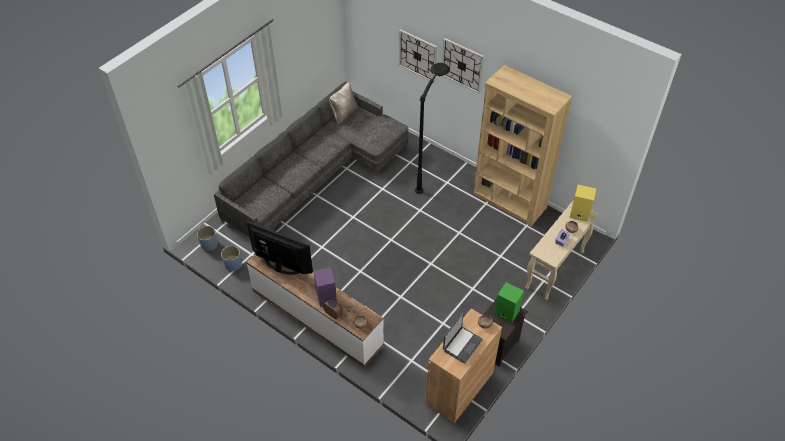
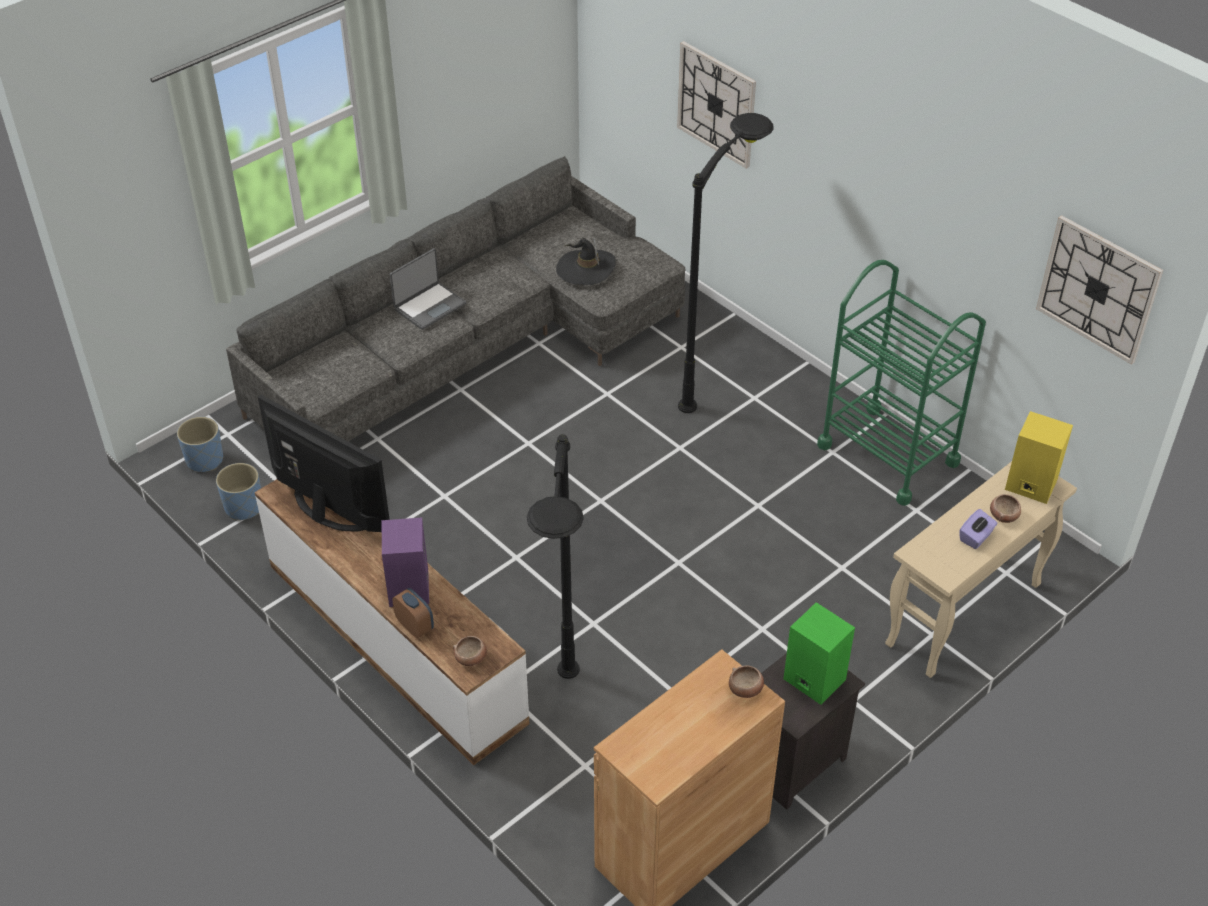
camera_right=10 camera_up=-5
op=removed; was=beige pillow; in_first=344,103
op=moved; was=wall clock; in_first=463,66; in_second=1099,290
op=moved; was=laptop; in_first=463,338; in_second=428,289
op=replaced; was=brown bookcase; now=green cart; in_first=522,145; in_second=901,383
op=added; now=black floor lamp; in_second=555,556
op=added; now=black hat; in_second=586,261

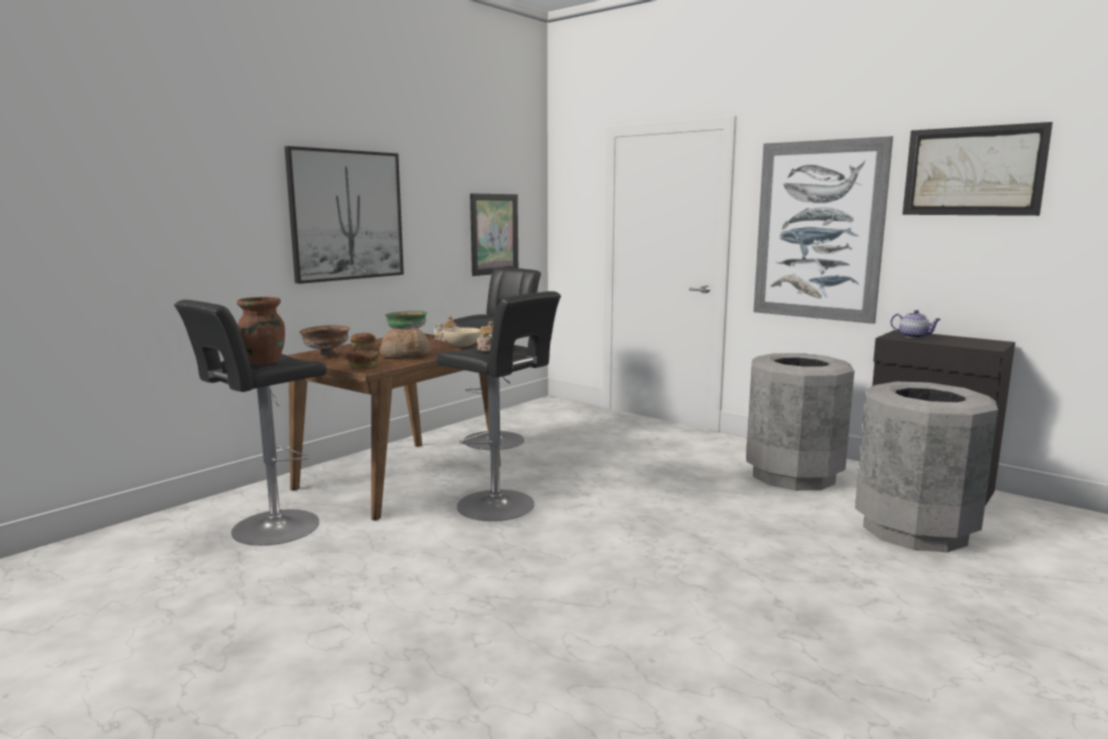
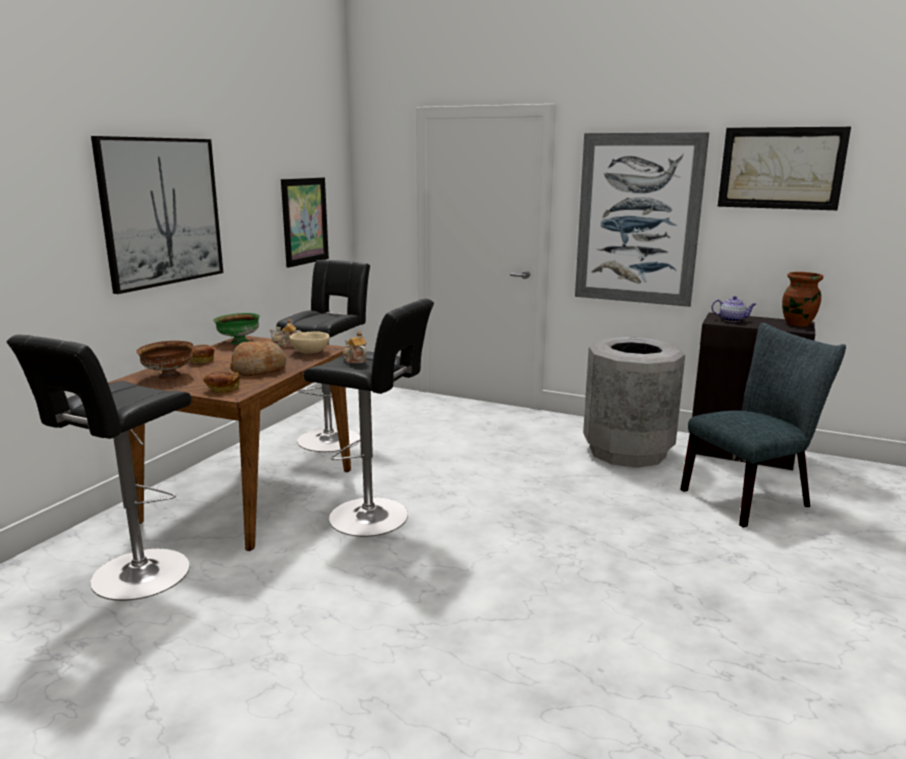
camera_right=-15 camera_up=5
op=moved; was=brown vase; in_first=261,331; in_second=802,299
op=replaced; was=grey trash can; now=grey chair; in_first=926,467; in_second=763,425

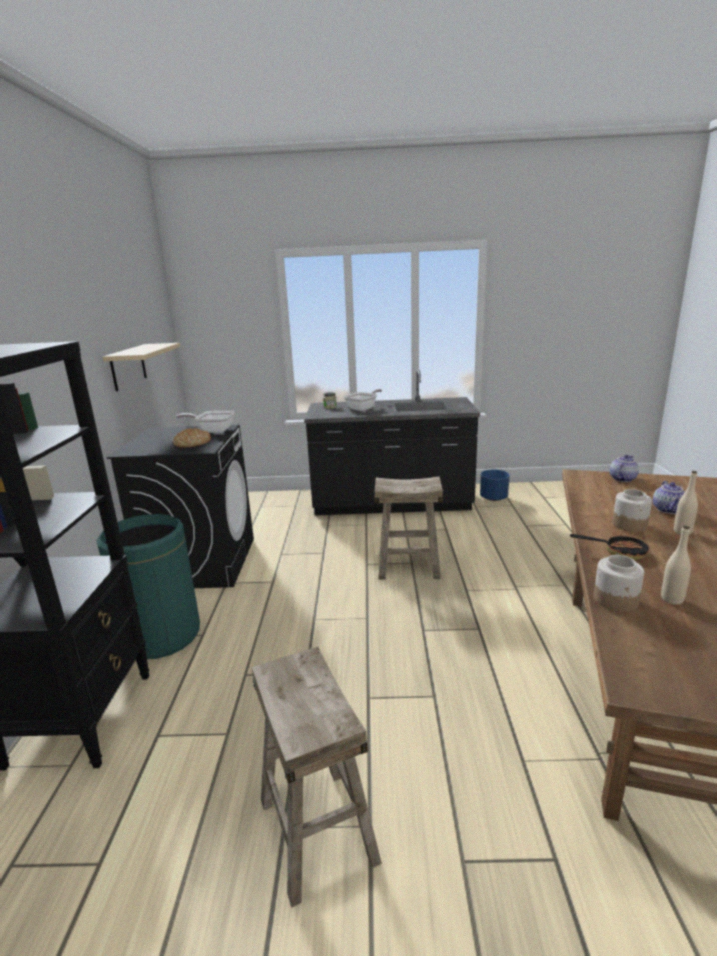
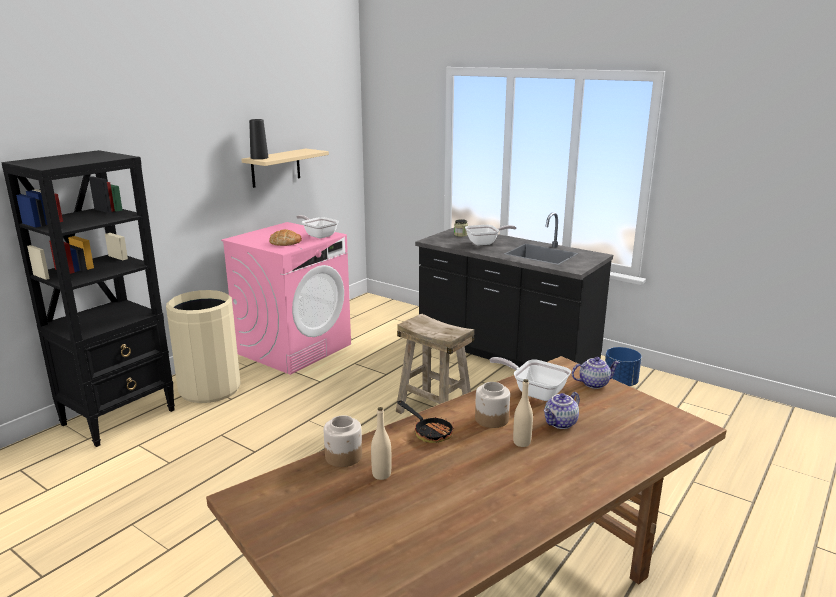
camera_right=35 camera_up=0
op=recoloured; was=green trash can; now=beige trash can; in_first=148,586; in_second=203,346
op=recoloured; was=black washing machine; now=pink washing machine; in_first=180,506; in_second=286,298
op=removed; was=beige stool; in_first=317,777
op=added; now=black vase; in_second=259,139
op=added; now=frying pan; in_second=530,379

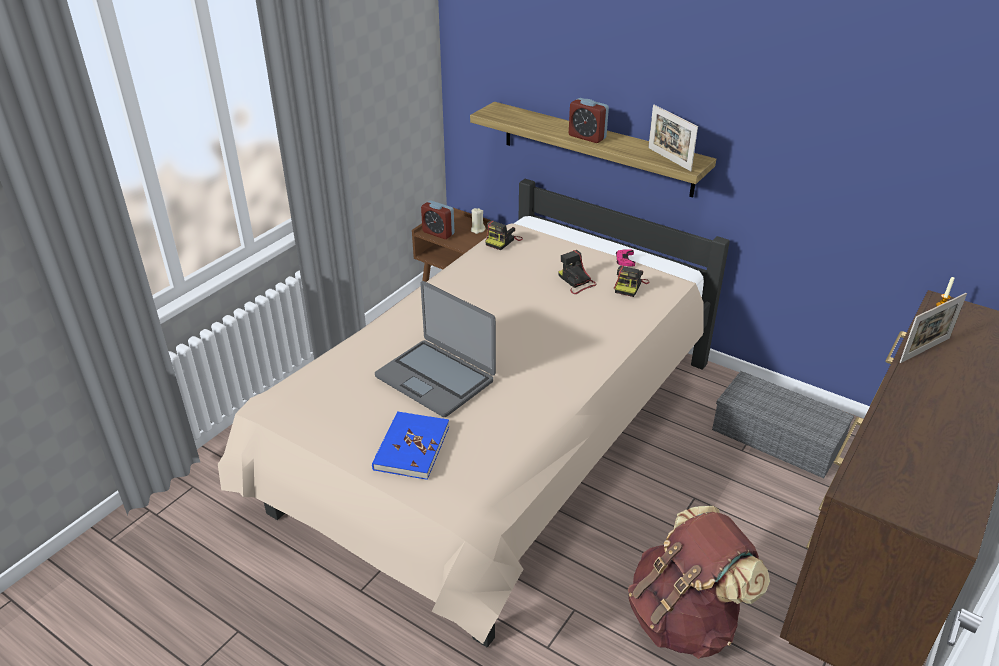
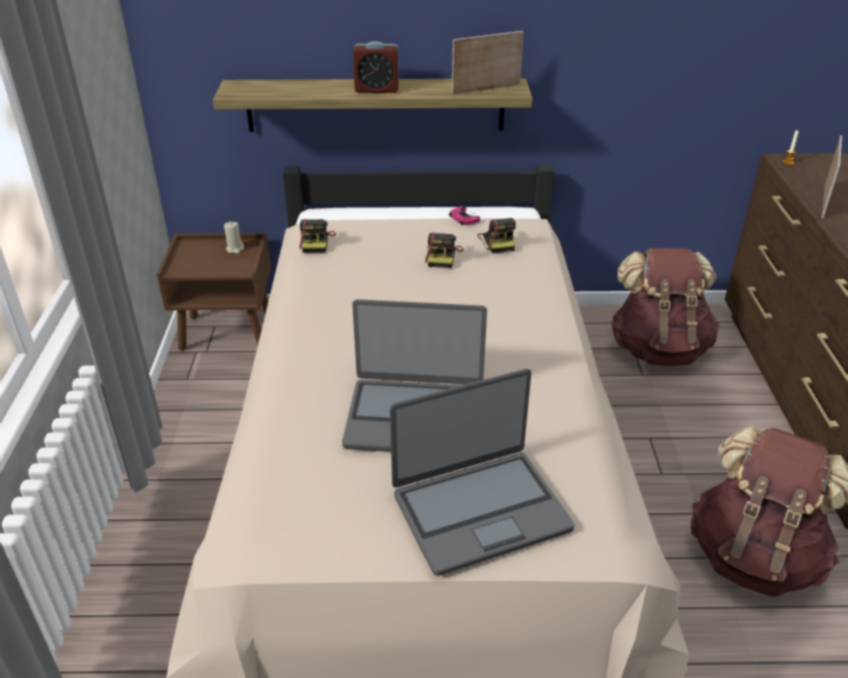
camera_right=-35 camera_up=0
op=replaced; was=blue book; now=laptop; in_first=410,445; in_second=482,472
op=removed; was=alarm clock; in_first=437,219
op=turned; was=photo camera; in_first=577,272; in_second=444,250; clockwise=-105
op=turned; was=picture frame; in_first=673,138; in_second=488,63; clockwise=135
op=replaced; was=grey storage box; now=brown backpack; in_first=783,424; in_second=665,307

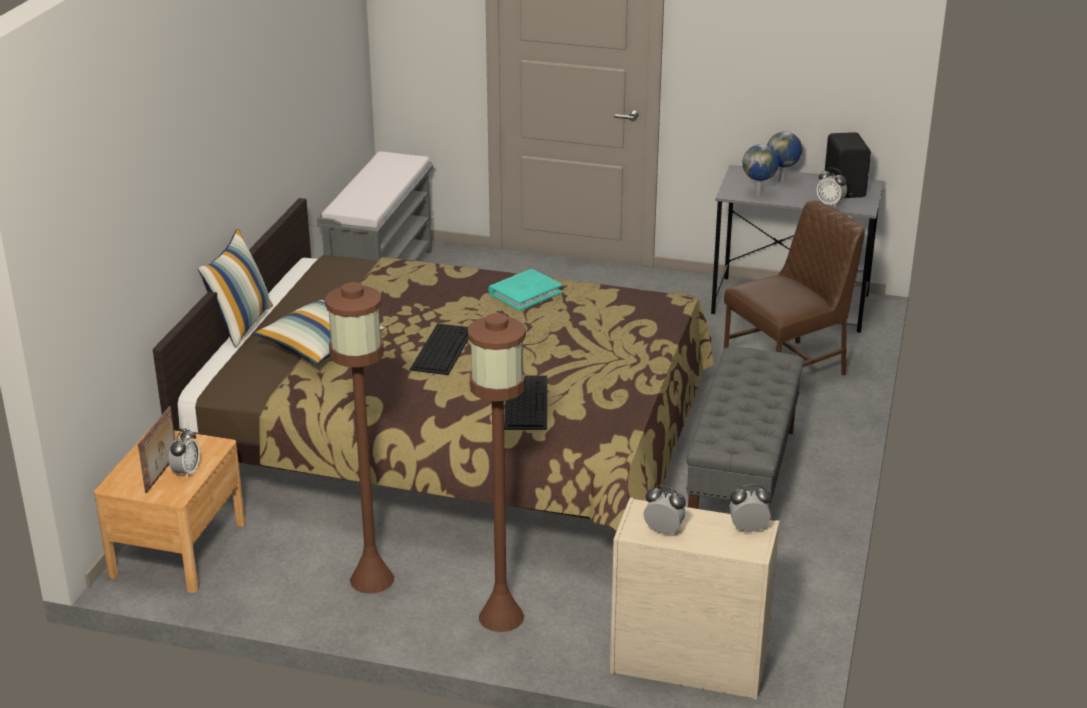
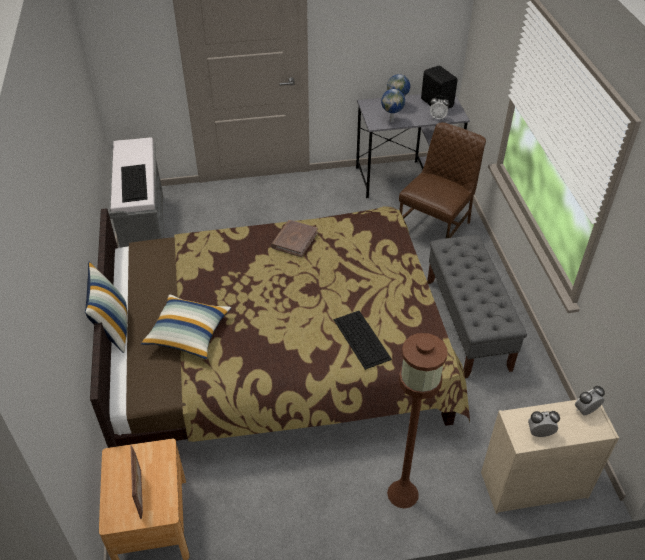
camera_right=-25 camera_up=15
op=removed; was=alarm clock; in_first=184,453
op=removed; was=brown floor lamp; in_first=359,438
op=moved; was=keyboard; in_first=439,349; in_second=134,183
op=recoloured; was=turquoise book; now=brown book; in_first=525,290; in_second=294,238

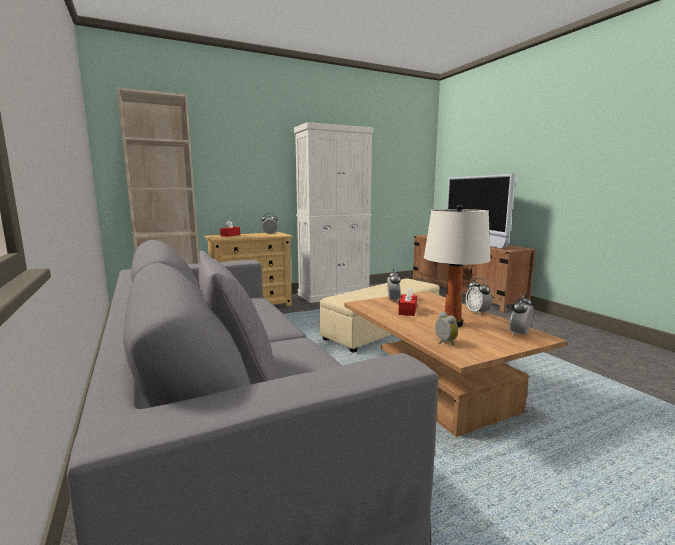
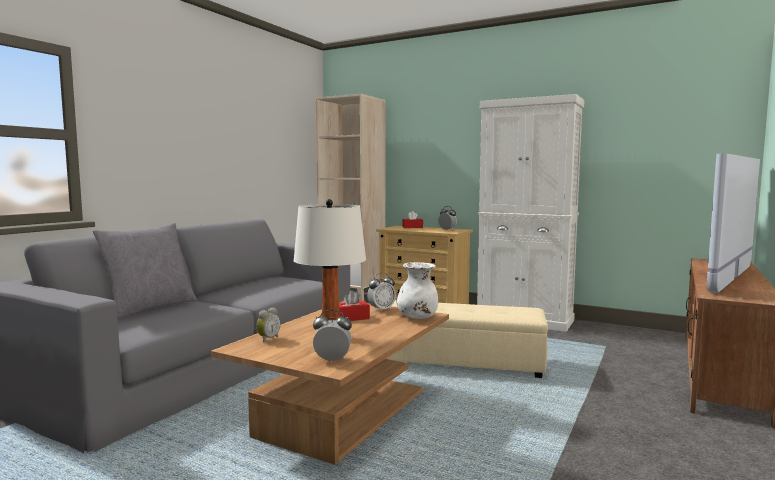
camera_right=55 camera_up=-5
op=removed; was=alarm clock; in_first=478,296
op=added; now=white vase; in_second=417,290

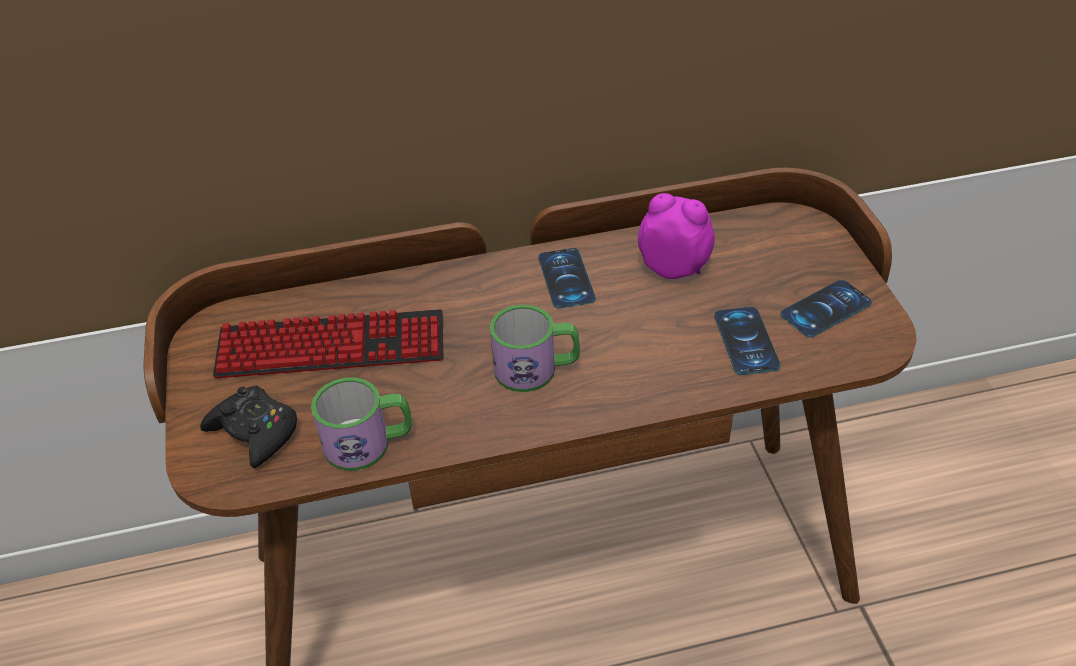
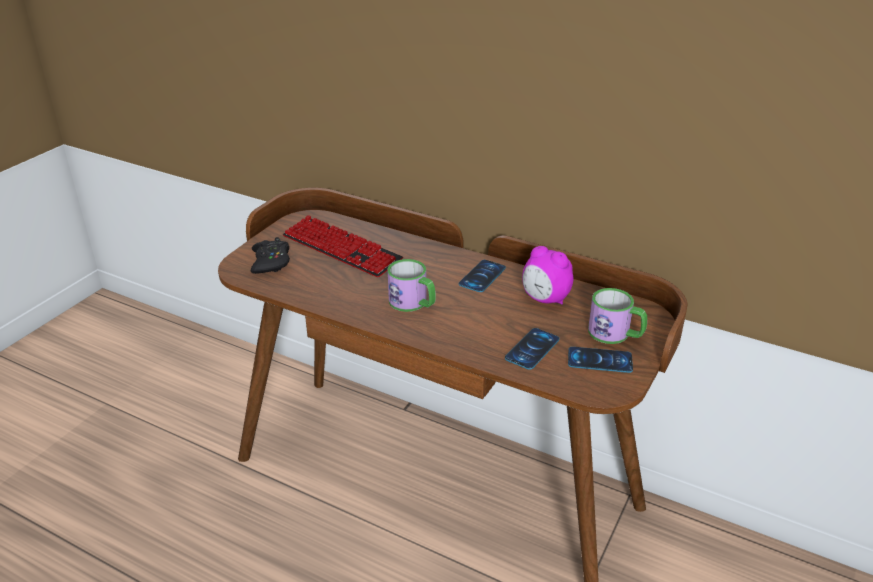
camera_right=40 camera_up=-10
op=moved; was=mug; in_first=361,424; in_second=617,316
op=turned; was=alarm clock; in_first=676,236; in_second=547,275; clockwise=150

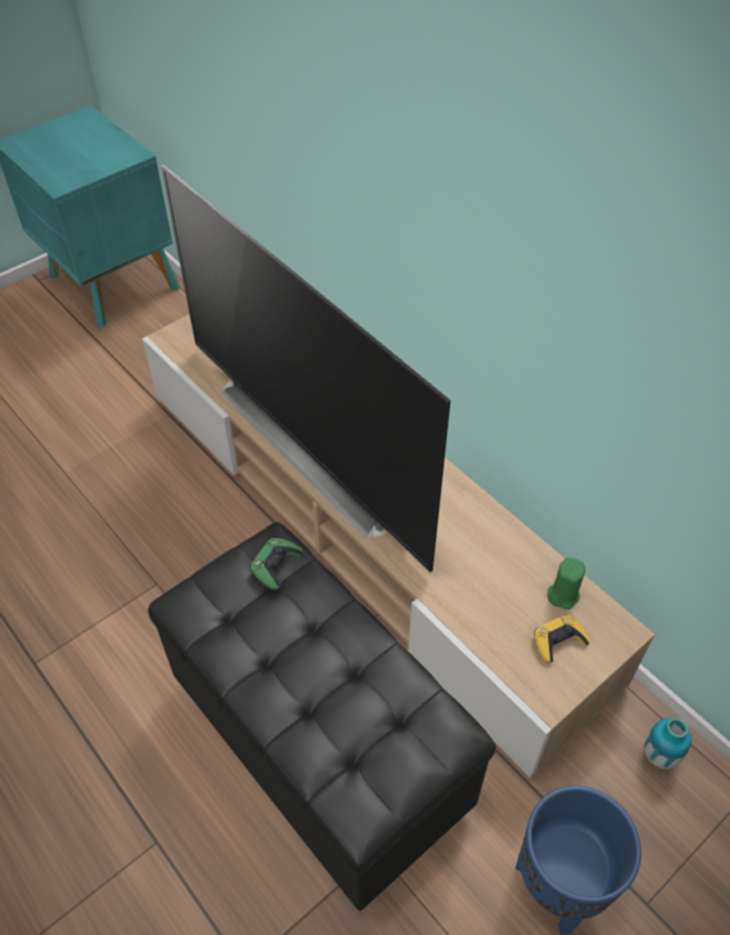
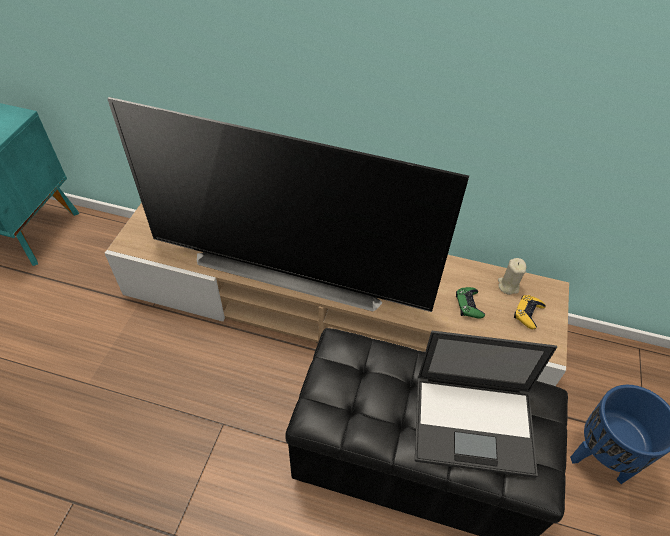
camera_right=-35 camera_up=0
op=moved; was=green game controller; in_first=276,564; in_second=470,303
op=recoloured; was=green candle; now=beige candle; in_first=566,583; in_second=512,276
op=removed; was=vase; in_first=667,744
op=added; now=laptop; in_second=486,404

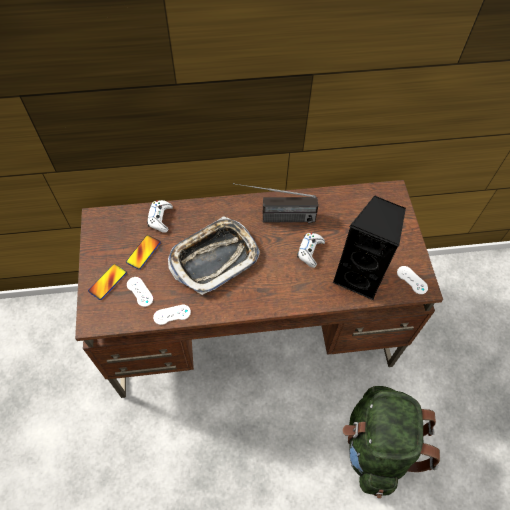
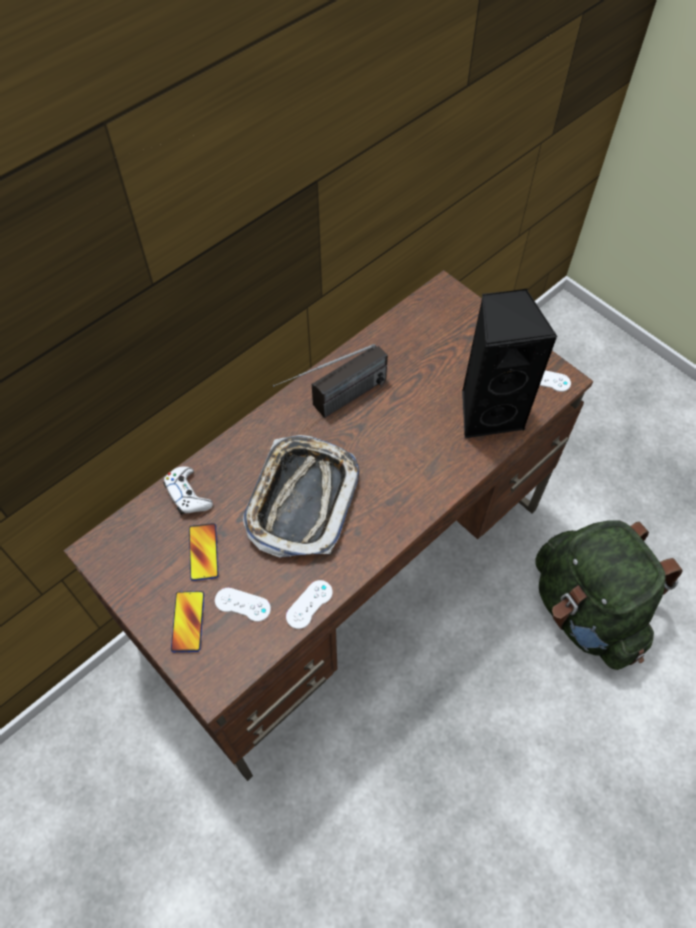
camera_right=-35 camera_up=0
op=removed; was=white game controller; in_first=311,250

